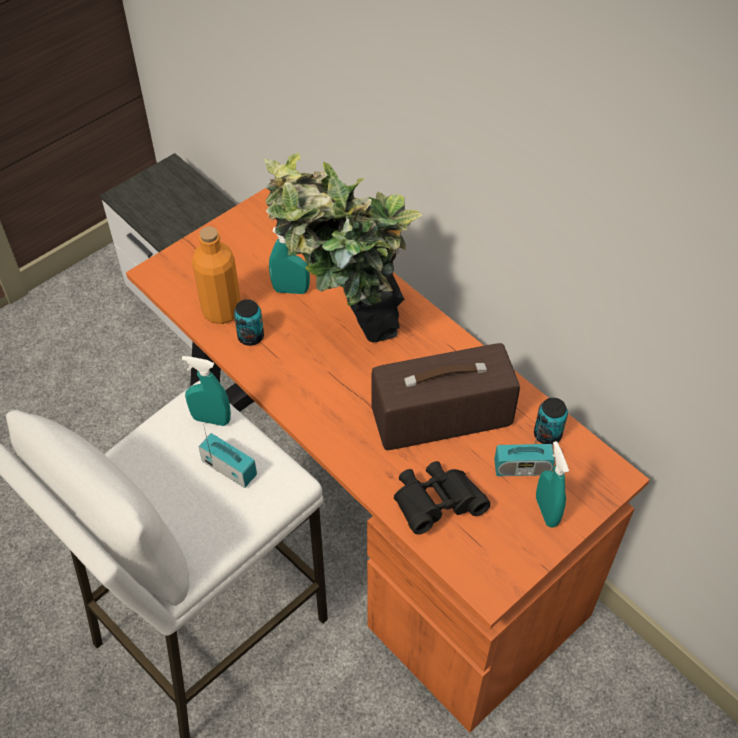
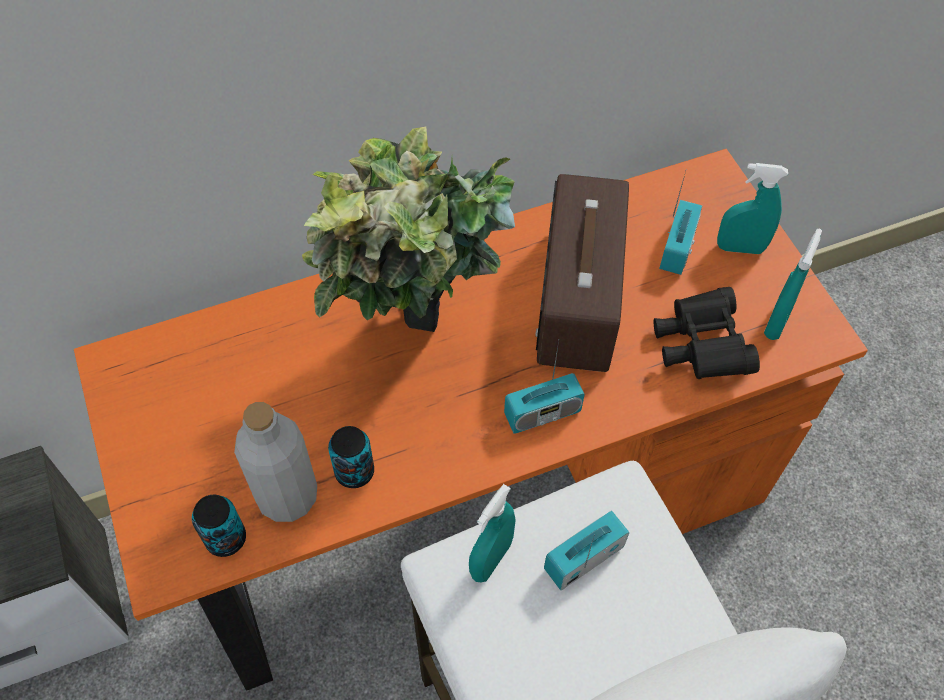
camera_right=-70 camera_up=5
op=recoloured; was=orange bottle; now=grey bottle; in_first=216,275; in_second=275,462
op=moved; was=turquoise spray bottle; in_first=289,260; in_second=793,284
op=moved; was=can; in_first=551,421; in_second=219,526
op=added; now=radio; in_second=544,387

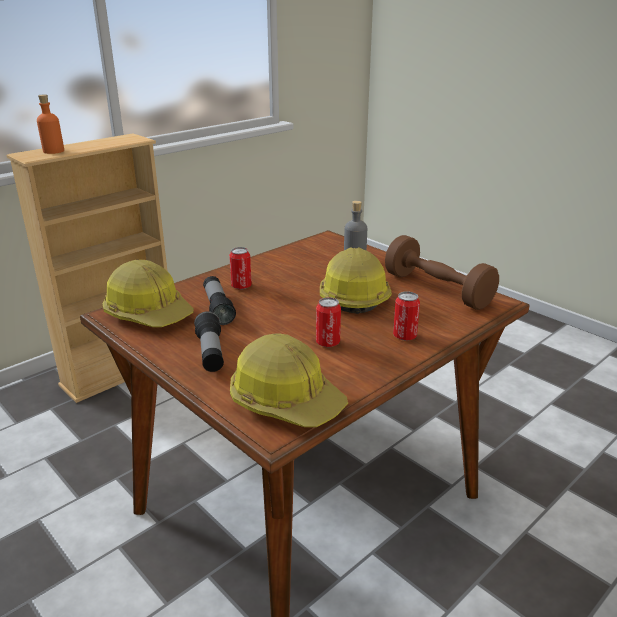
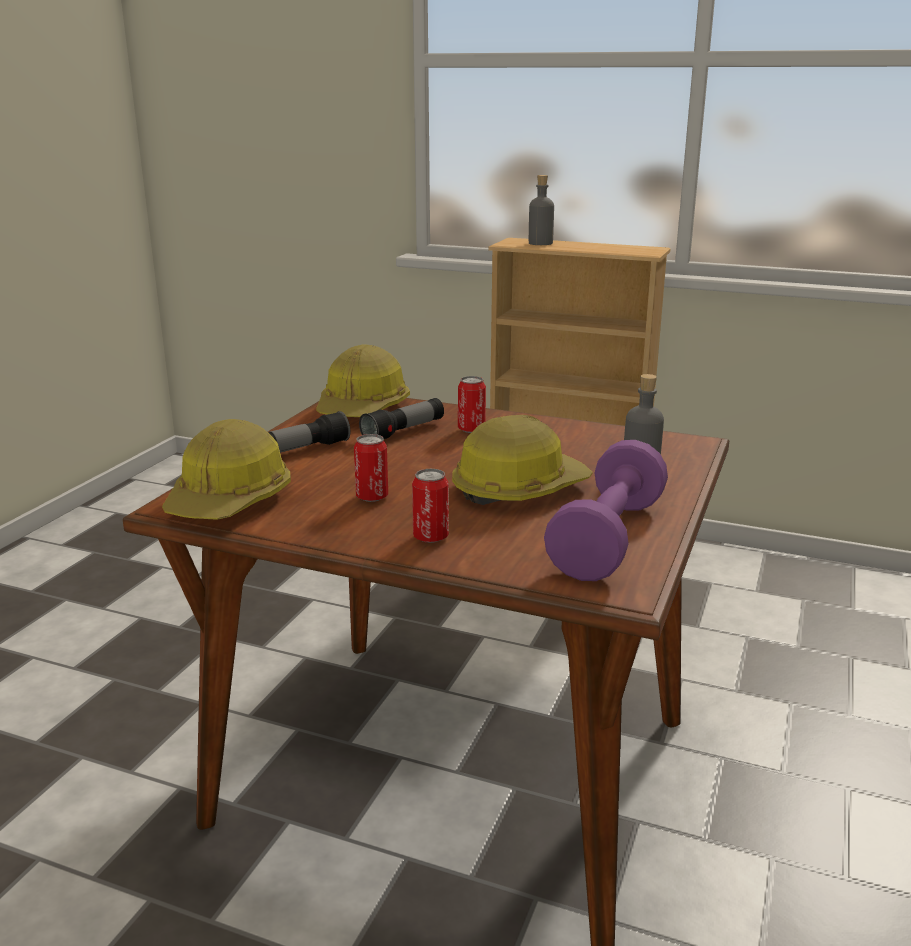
camera_right=65 camera_up=-5
op=recoloured; was=orange bottle; now=grey bottle; in_first=50,124; in_second=541,210
op=recoloured; was=brown dumbbell; now=purple dumbbell; in_first=442,272; in_second=606,510

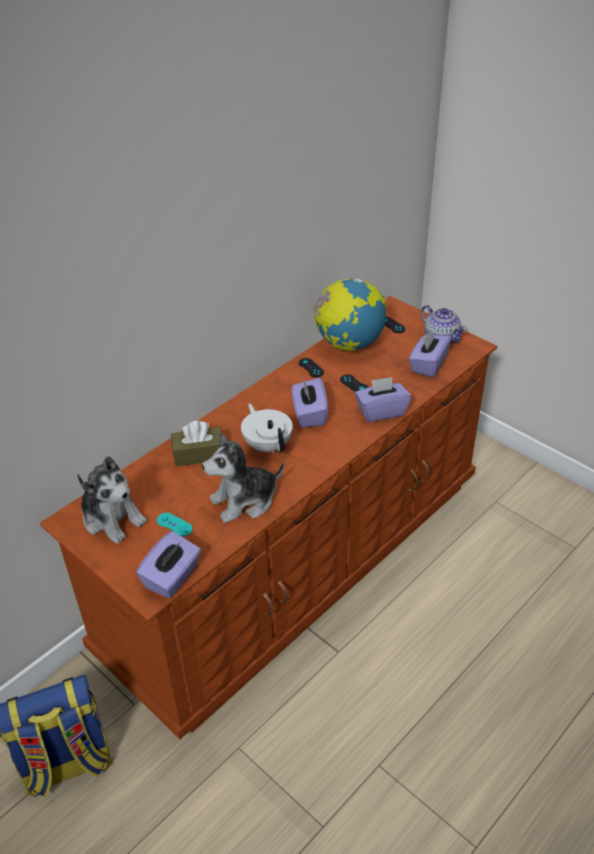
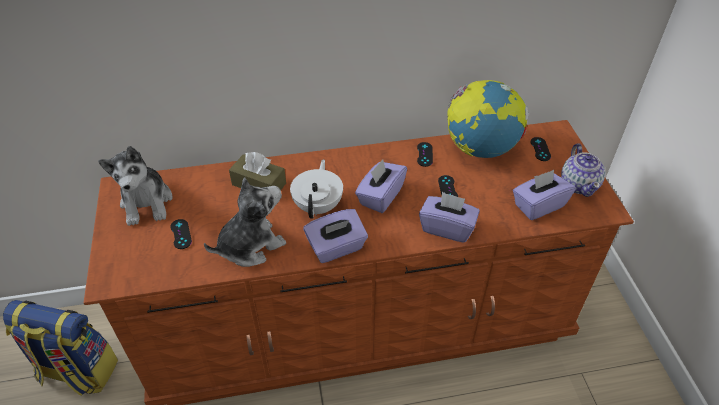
camera_right=35 camera_up=5
op=moved; was=purple tissue box; in_first=168,565; in_second=335,236
op=recoloured; was=turquoise game controller; now=black game controller; in_first=175,525; in_second=181,234
op=turned; was=plush toy; in_first=243,477; in_second=245,222; clockwise=135

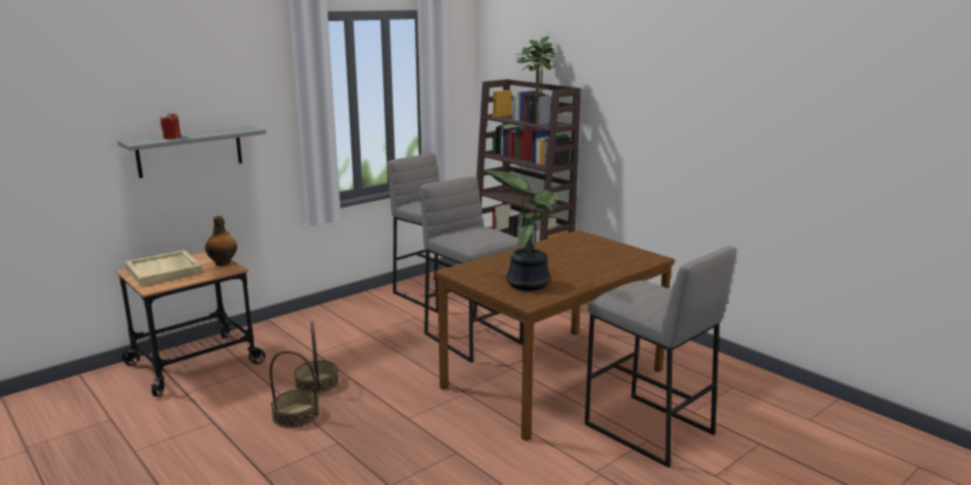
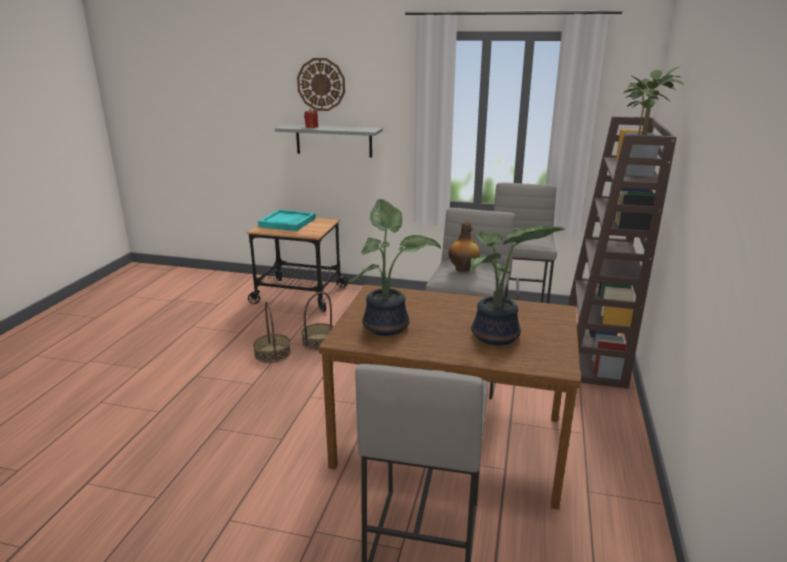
camera_right=55 camera_up=5
op=recoloured; was=beige tray; now=turquoise tray; in_first=164,268; in_second=287,220
op=moved; was=bottle; in_first=221,241; in_second=464,246
op=added; now=wall clock; in_second=321,84
op=added; now=potted plant; in_second=517,285

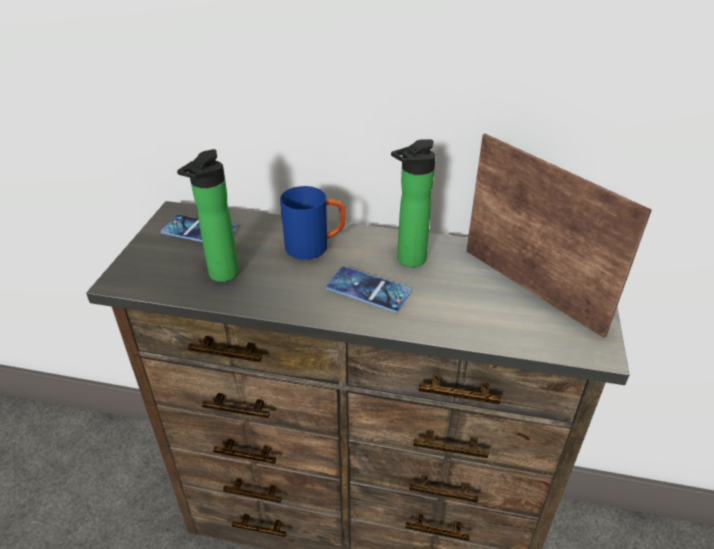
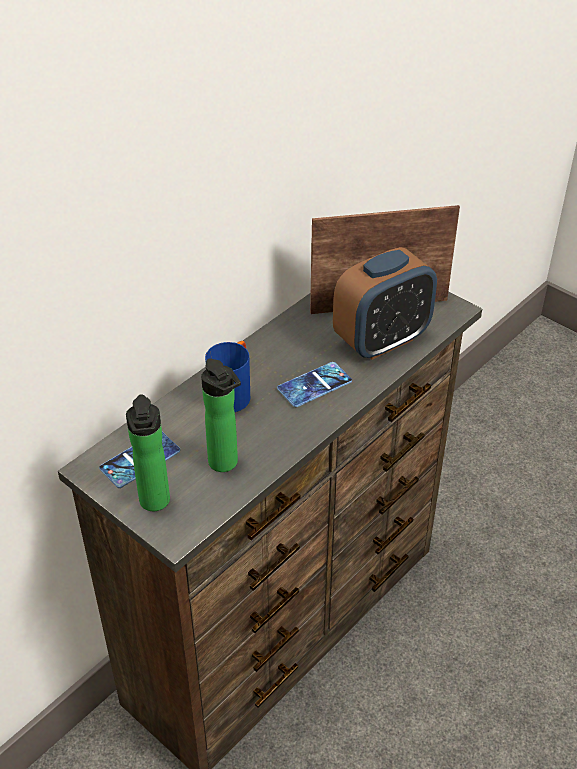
camera_right=-60 camera_up=5
op=moved; was=bottle; in_first=413,203; in_second=148,452
op=added; now=alarm clock; in_second=385,303

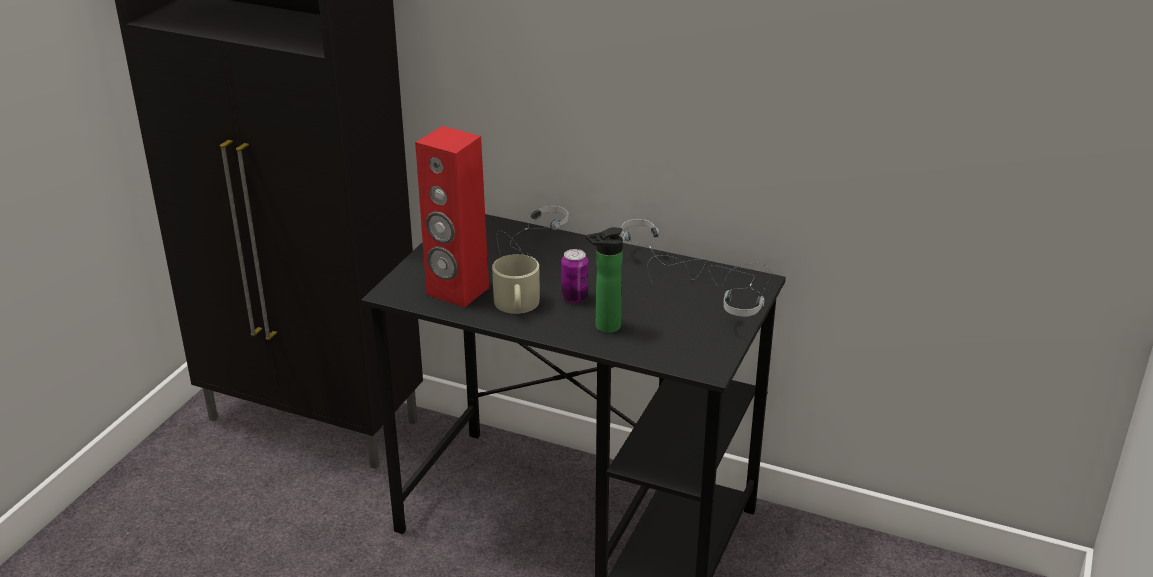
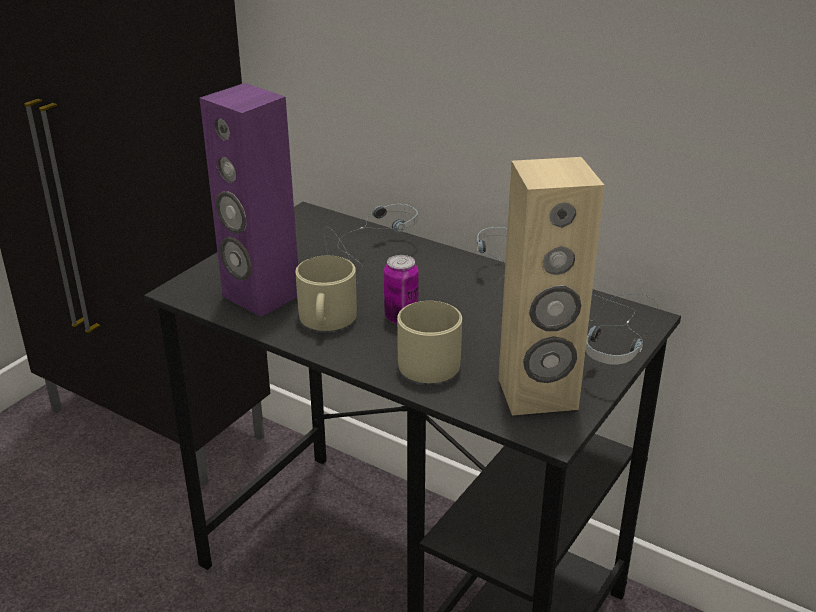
camera_right=10 camera_up=0
op=recoloured; was=red speaker; now=purple speaker; in_first=452,217; in_second=249,200
op=replaced; was=bottle; now=beige mug; in_first=604,280; in_second=429,342
op=added; now=beige speaker; in_second=551,286

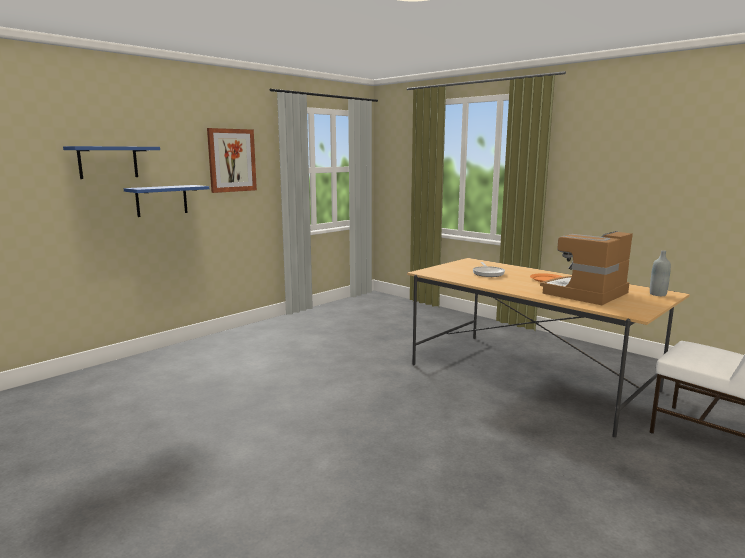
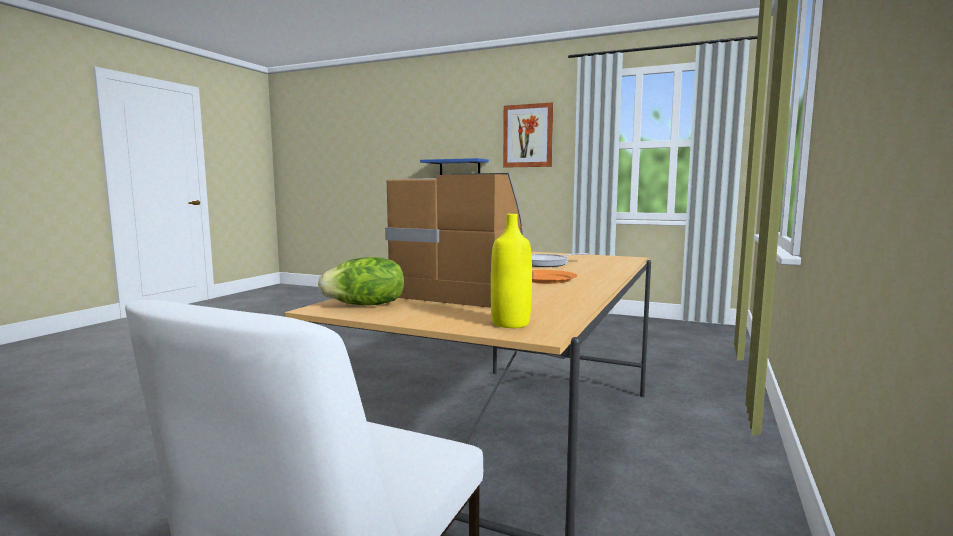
camera_right=70 camera_up=-5
op=removed; was=blue shelf; in_first=111,162
op=recoloured; was=grey bottle; now=yellow bottle; in_first=660,273; in_second=511,271
op=added; now=lettuce; in_second=361,281

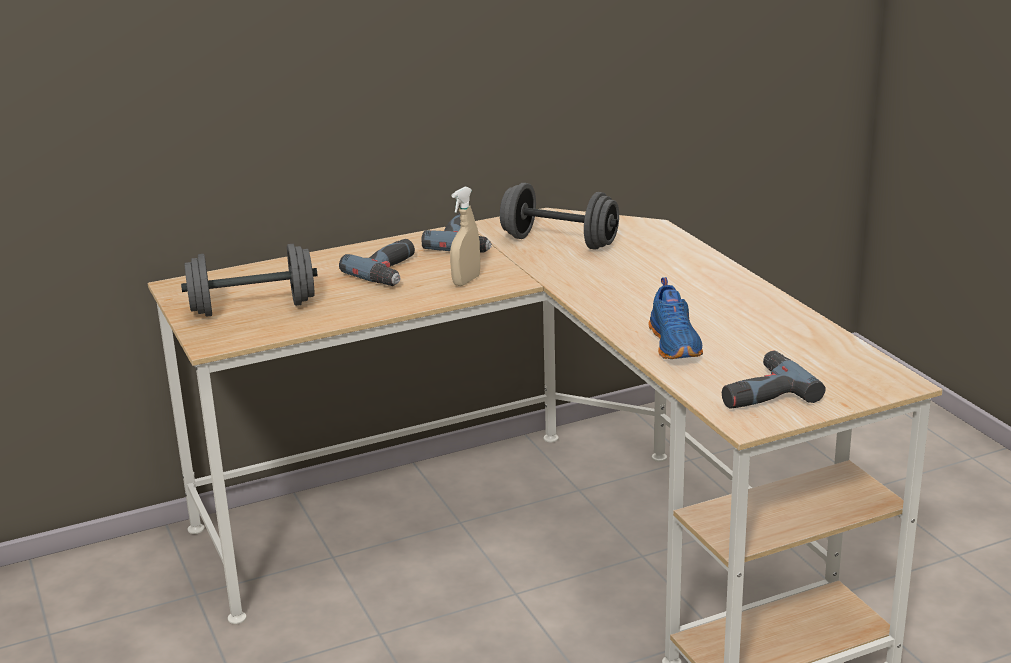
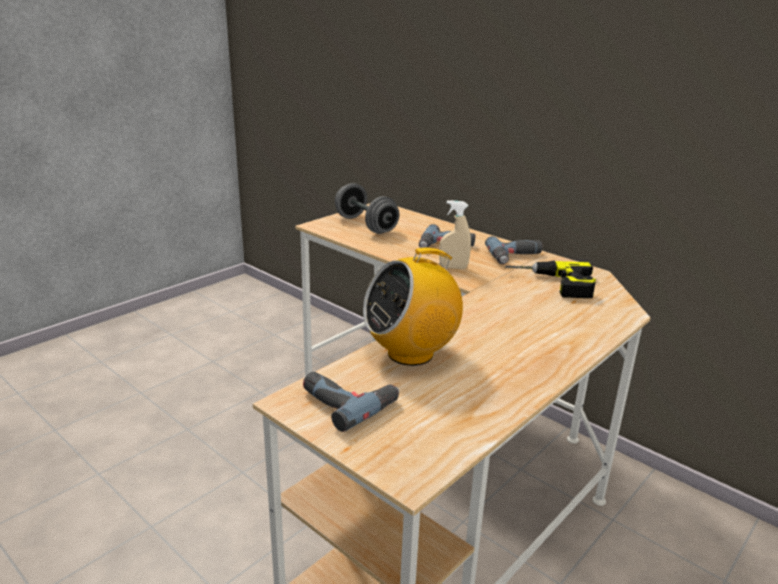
camera_right=65 camera_up=0
op=replaced; was=grey dumbbell; now=power drill; in_first=559,216; in_second=550,279
op=replaced; was=blue shoe; now=radio; in_first=675,318; in_second=413,307

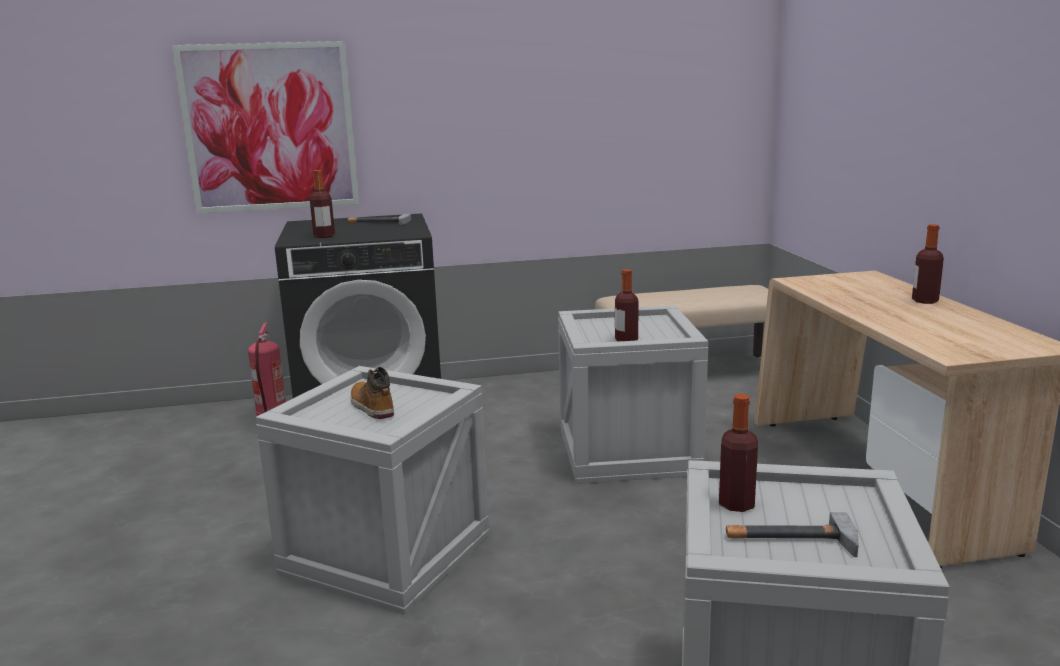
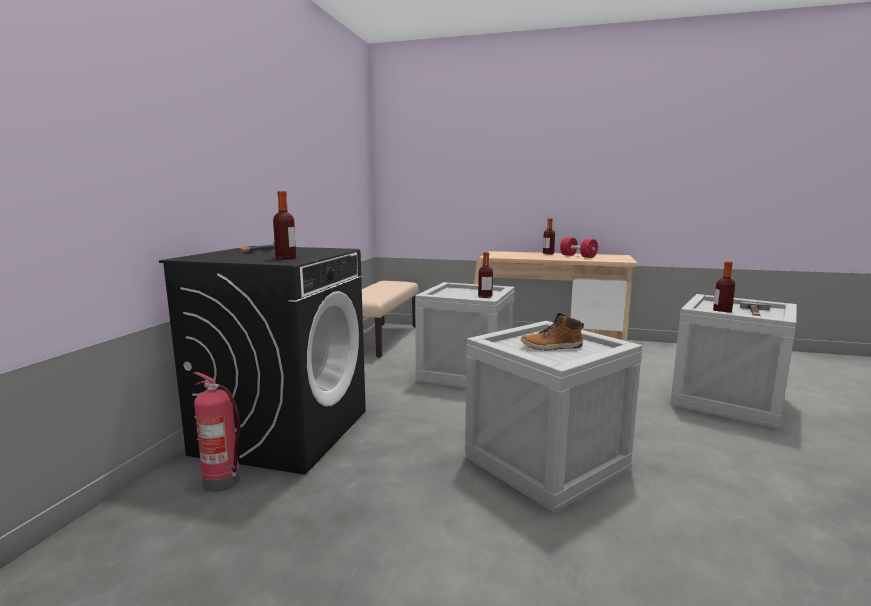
camera_right=-65 camera_up=-5
op=removed; was=picture; in_first=265,127
op=added; now=red dumbbell; in_second=579,247

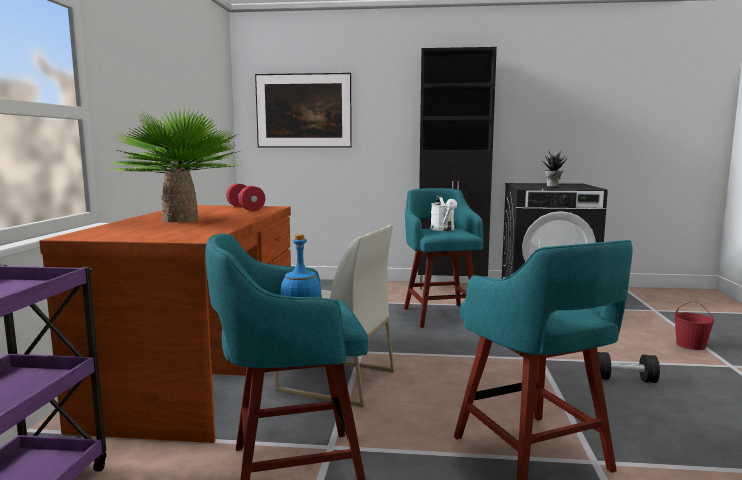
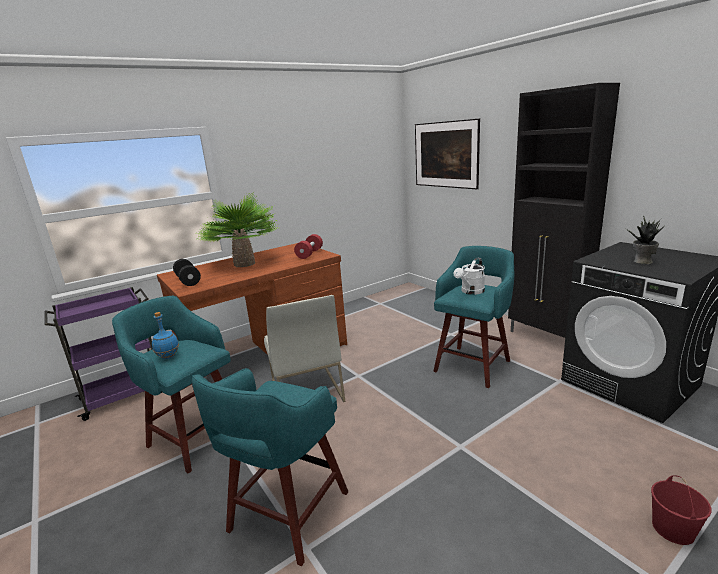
camera_right=50 camera_up=10
op=moved; was=black dumbbell; in_first=629,367; in_second=187,272

